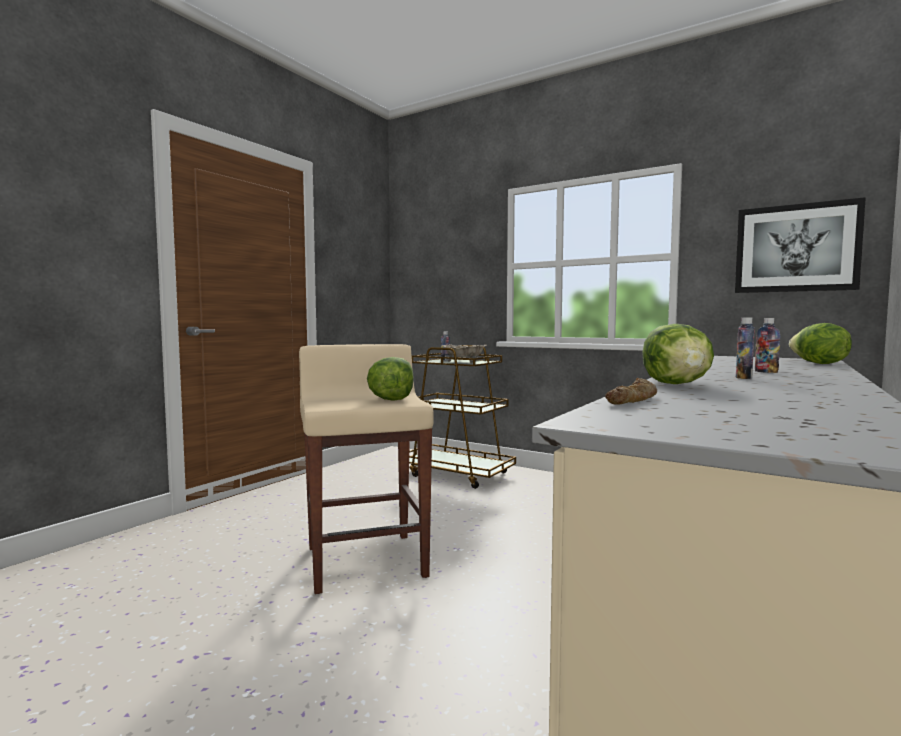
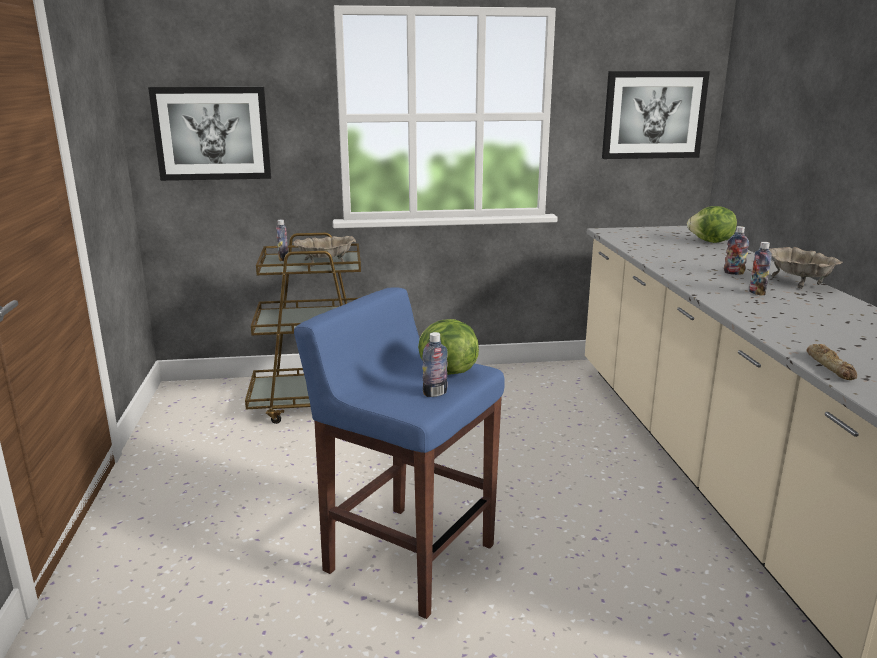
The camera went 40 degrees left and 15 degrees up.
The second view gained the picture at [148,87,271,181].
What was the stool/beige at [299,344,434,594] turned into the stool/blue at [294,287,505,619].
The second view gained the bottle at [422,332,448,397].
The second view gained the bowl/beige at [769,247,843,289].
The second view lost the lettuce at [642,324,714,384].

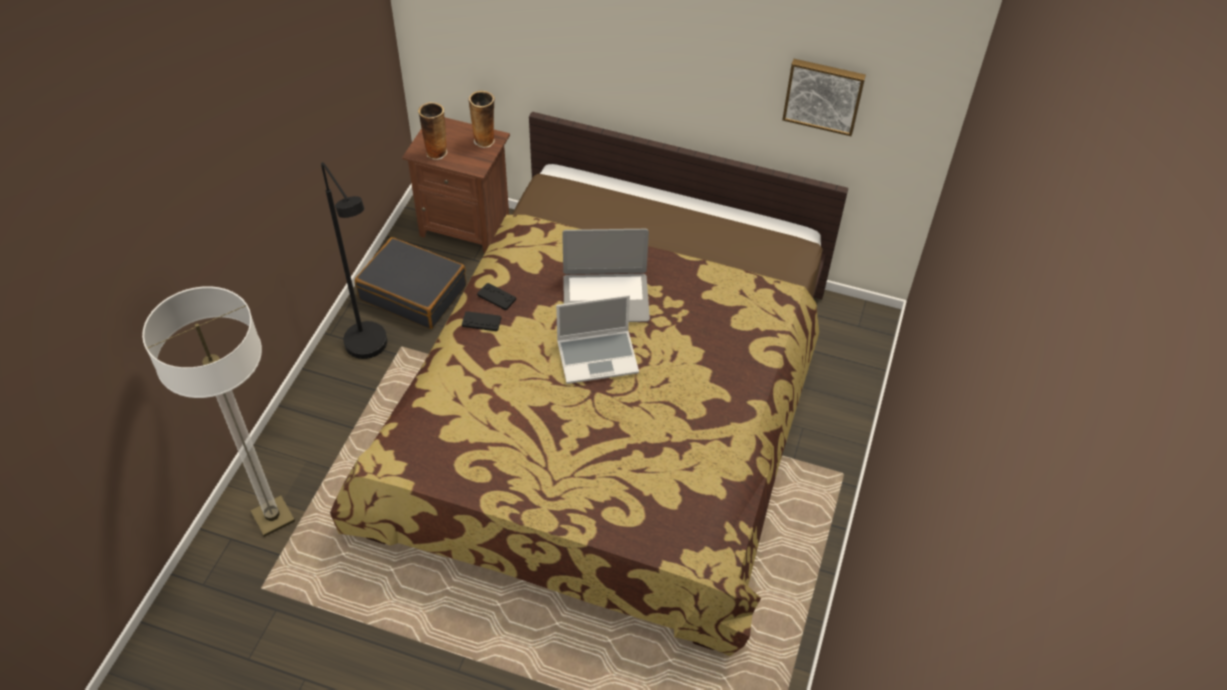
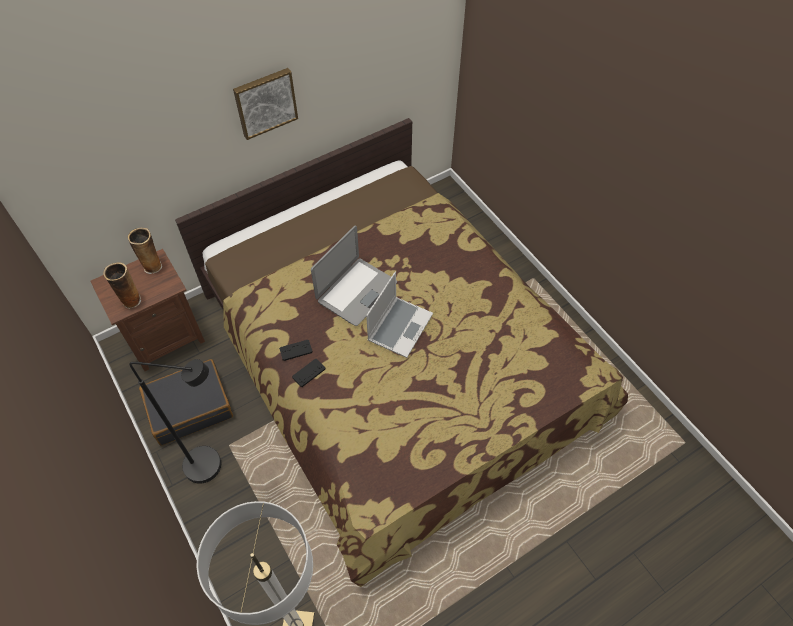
The camera went 50 degrees left and 5 degrees up.
The picture ended up elsewhere, having gone from [782,59,866,136] to [233,68,298,140].

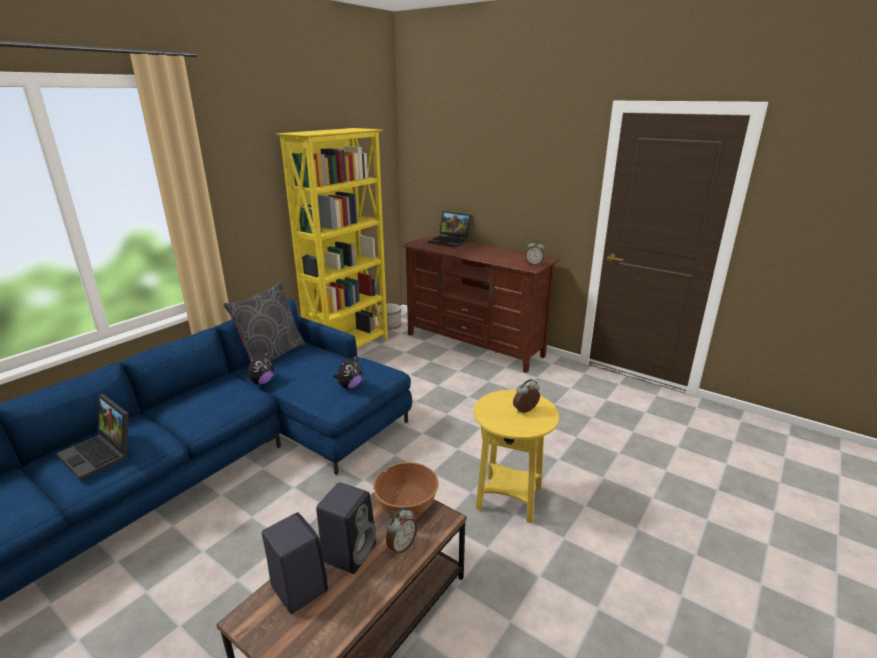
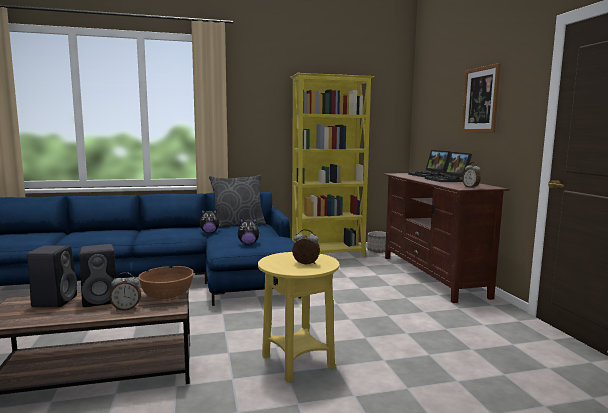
The camera went 40 degrees right and 15 degrees down.
The laptop ended up elsewhere, having gone from [56,394,129,481] to [425,152,472,182].
The second view gained the picture at [461,63,501,132].

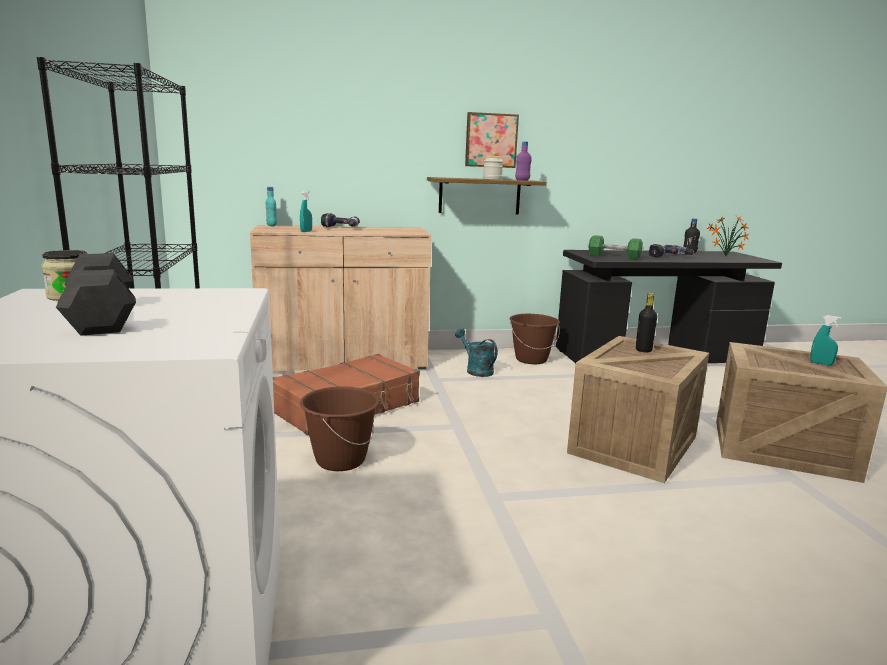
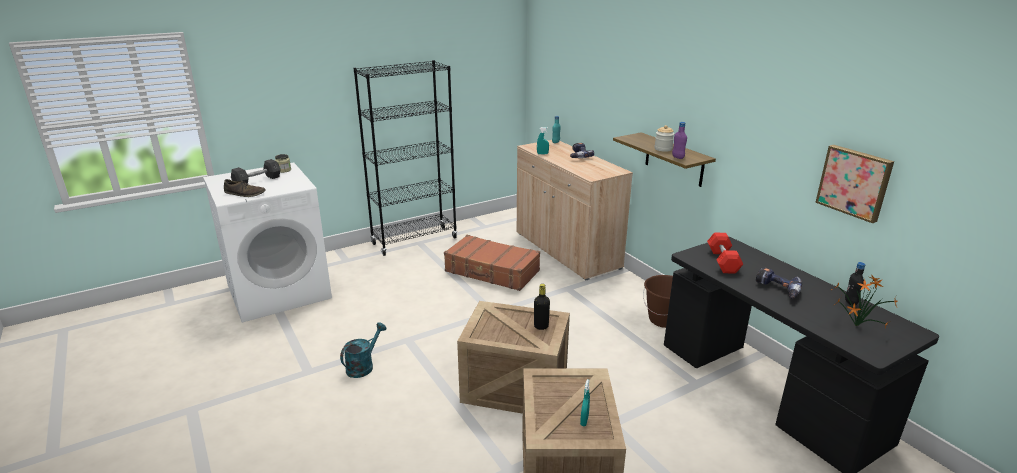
The camera went 70 degrees right and 10 degrees up.
The second view gained the shoe/brown at [224,179,266,197].
The watering can/turquoise ended up elsewhere, having gone from [455,329,498,377] to [340,322,387,378].
What was the dumbbell/green at [589,235,643,260] turned into the dumbbell/red at [707,232,743,274].
The picture ended up elsewhere, having gone from [465,112,519,168] to [815,145,894,223].
The second view lost the bucket/brown at [300,386,379,471].

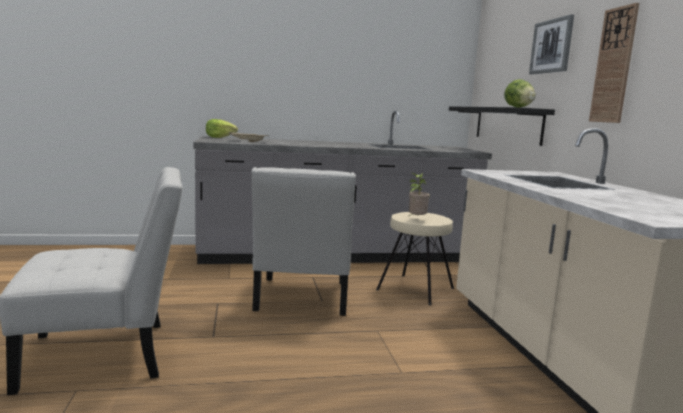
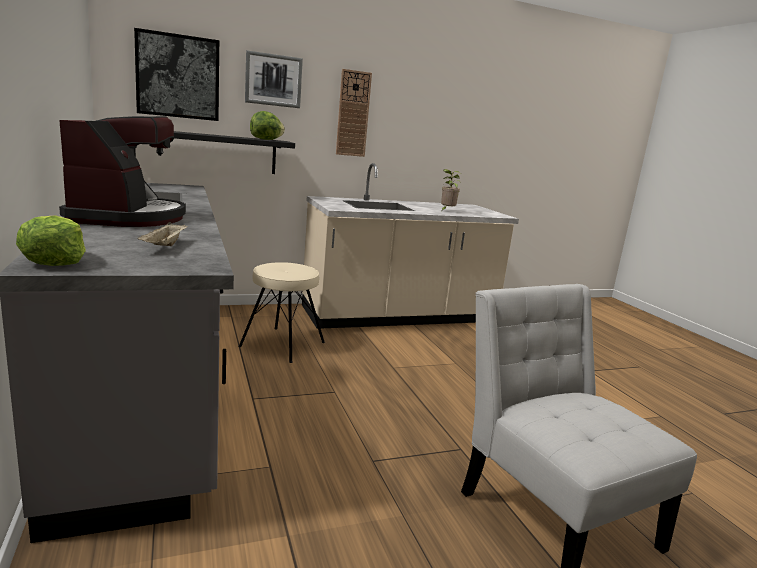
The camera went 100 degrees left and 5 degrees up.
The second view gained the coffee machine at [59,116,186,227].
The second view gained the picture at [134,28,219,121].
The potted plant ended up elsewhere, having gone from [408,173,430,217] to [441,169,461,210].
The second view lost the chair/white at [251,167,356,316].

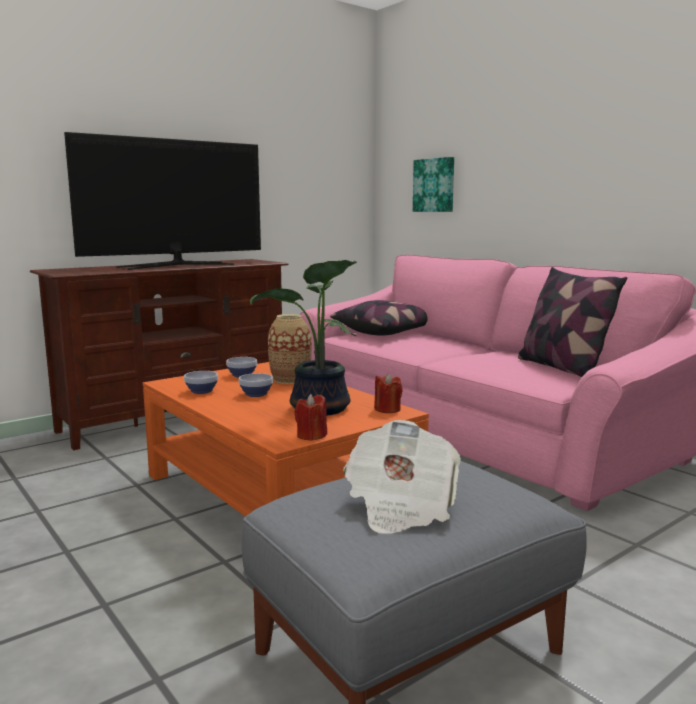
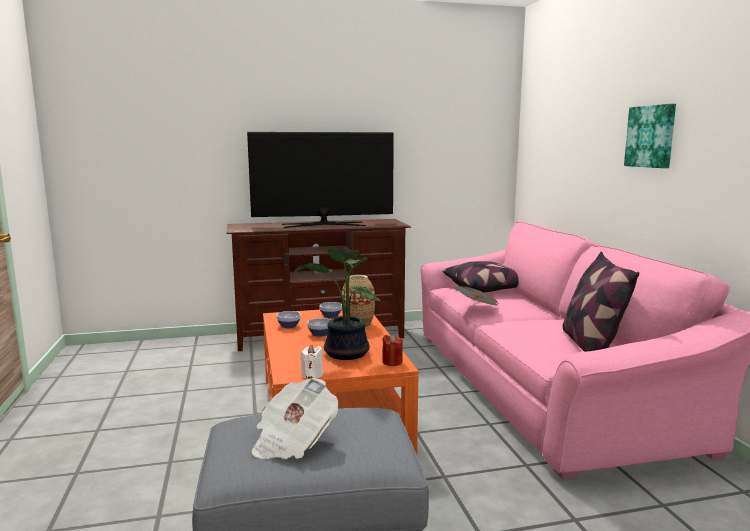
The camera went 25 degrees right and 0 degrees up.
What was the candle/red at [294,394,327,441] turned into the candle/white at [301,345,323,379].
The second view gained the newspaper at [452,286,499,305].
The picture ended up elsewhere, having gone from [413,157,454,212] to [624,104,676,168].

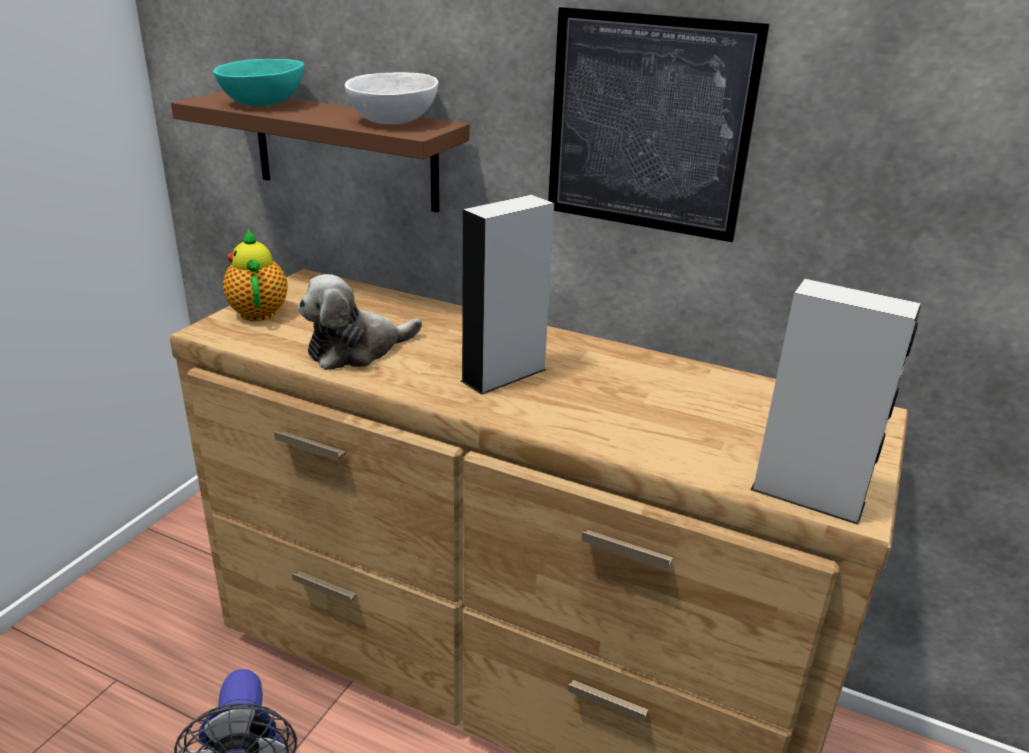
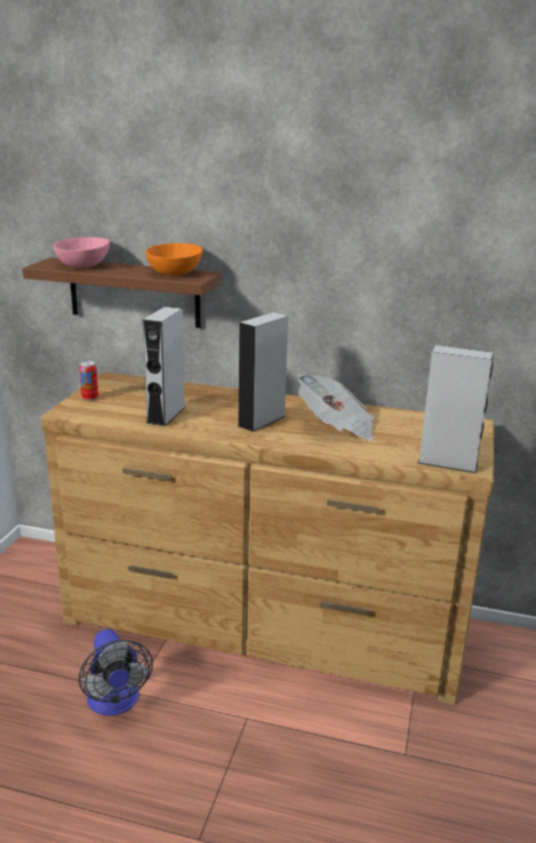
The camera went 10 degrees left and 5 degrees down.
What was the bowl/turquoise at [213,59,304,106] turned into the bowl/pink at [53,237,110,268].
Where the teapot stood at [223,228,288,321], the can came to stand at [79,361,98,401].
Where the plush toy stood at [298,274,422,370], the speaker/grey came to stand at [143,307,185,426].
What was the bowl/white at [345,72,438,124] turned into the bowl/orange at [146,243,203,275].
The second view gained the newspaper at [297,373,375,441].
The second view lost the picture at [548,7,770,242].

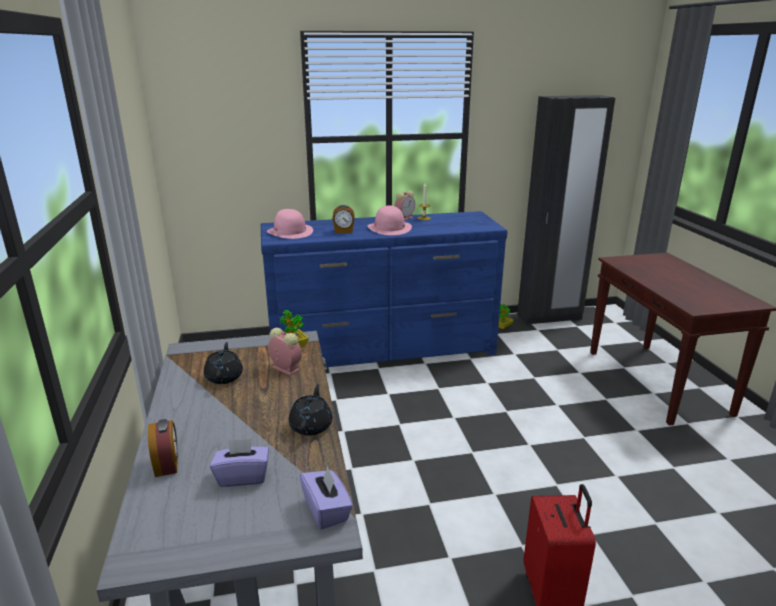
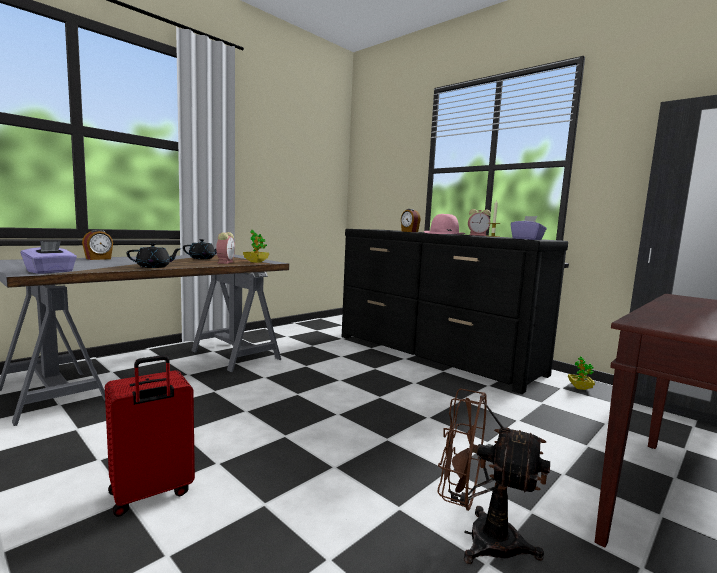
The camera went 55 degrees right and 15 degrees down.
What was the dresser/blue at [261,211,508,367] turned into the dresser/black at [342,229,568,394].
The second view gained the fan/brown at [438,388,550,564].
The tissue box/purple ended up elsewhere, having gone from [210,438,269,487] to [511,216,547,240].
The second view lost the hat/pink at [267,209,313,239].

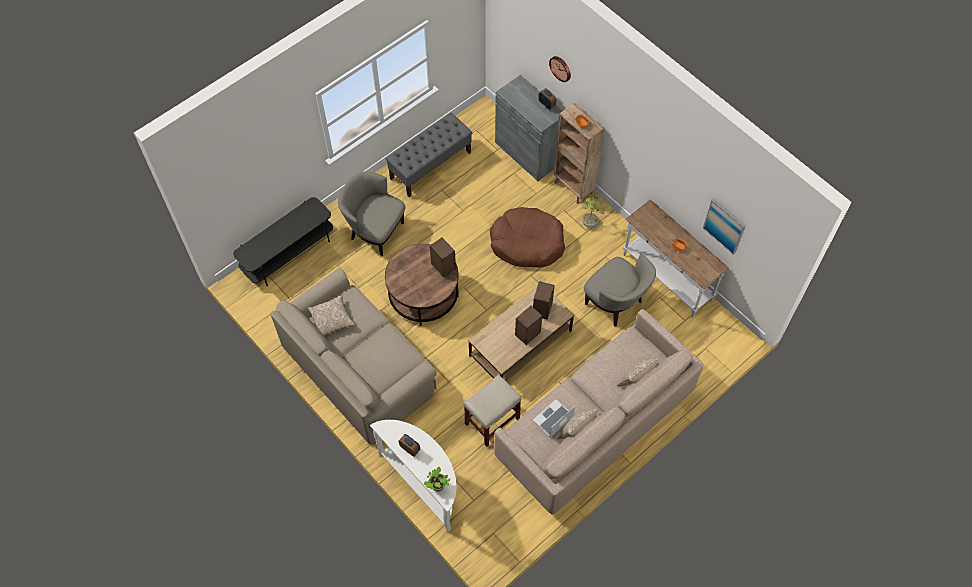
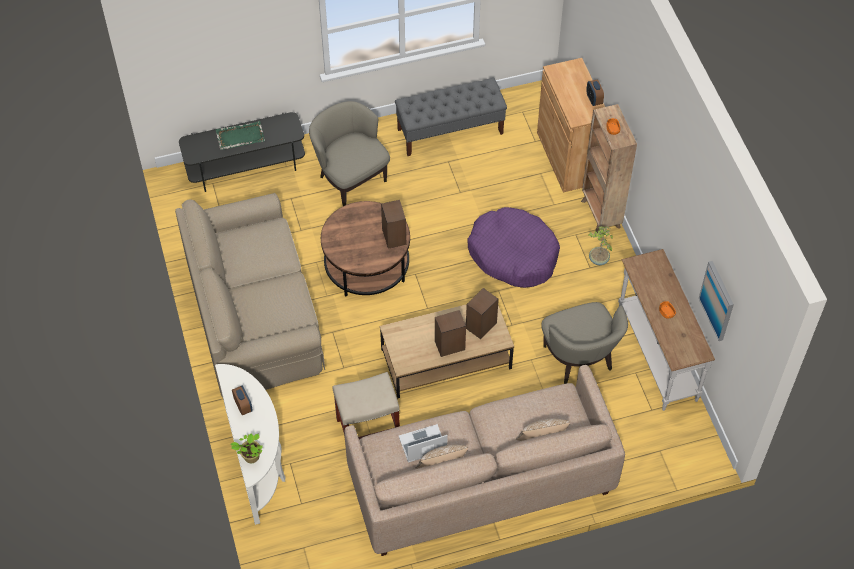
The camera went 25 degrees right and 5 degrees down.
The second view gained the tray/green at [216,121,265,150].
What was the dog bed/brown at [490,207,565,268] turned into the dog bed/purple at [468,207,560,288].
What was the cabinet/grey at [495,75,562,181] turned into the cabinet/brown at [537,58,605,192].
The second view lost the pillow at [307,295,355,336].
The second view lost the wall clock at [549,56,571,82].

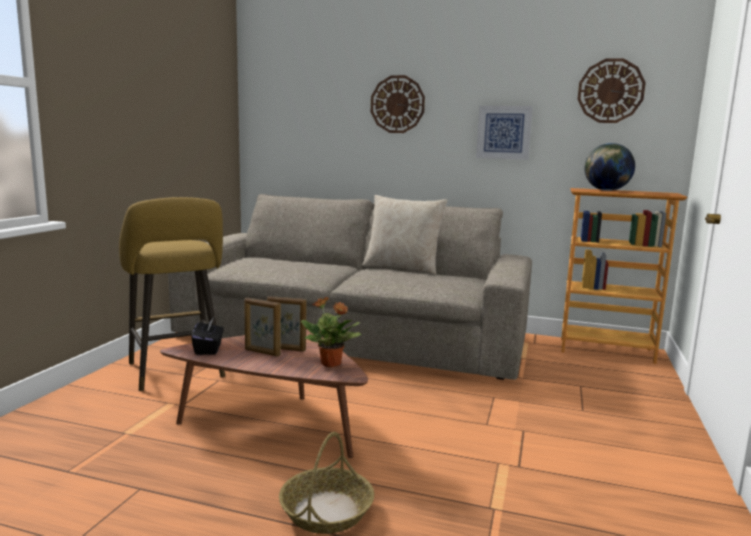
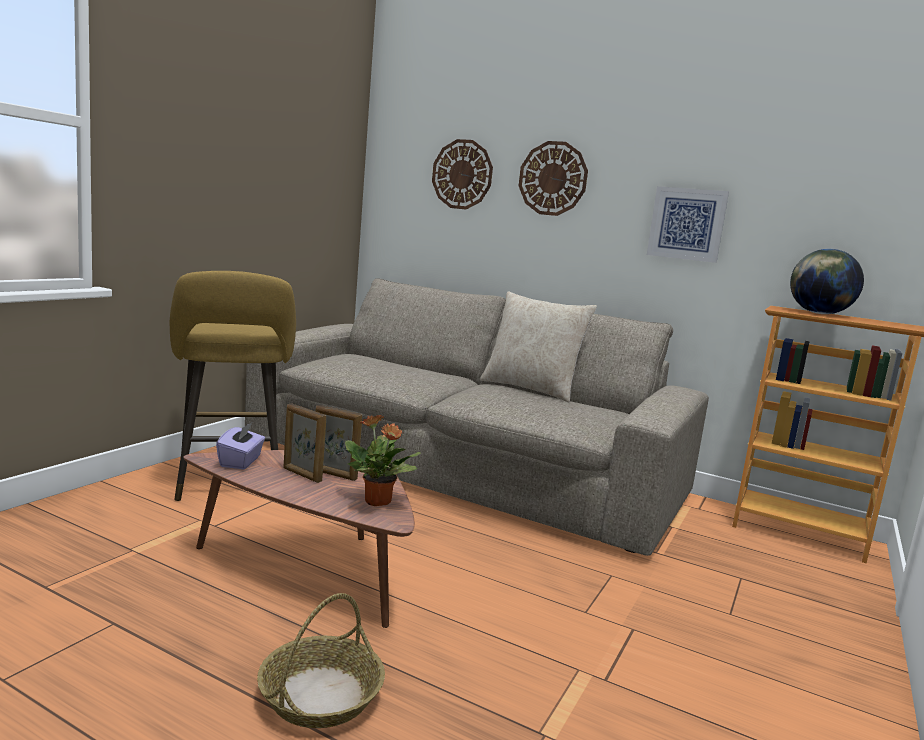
The camera went 10 degrees right and 0 degrees up.
What was the tissue box/black at [191,317,224,355] turned into the tissue box/purple at [216,422,265,469].
The wall clock ended up elsewhere, having gone from [578,58,646,123] to [432,139,493,210].

